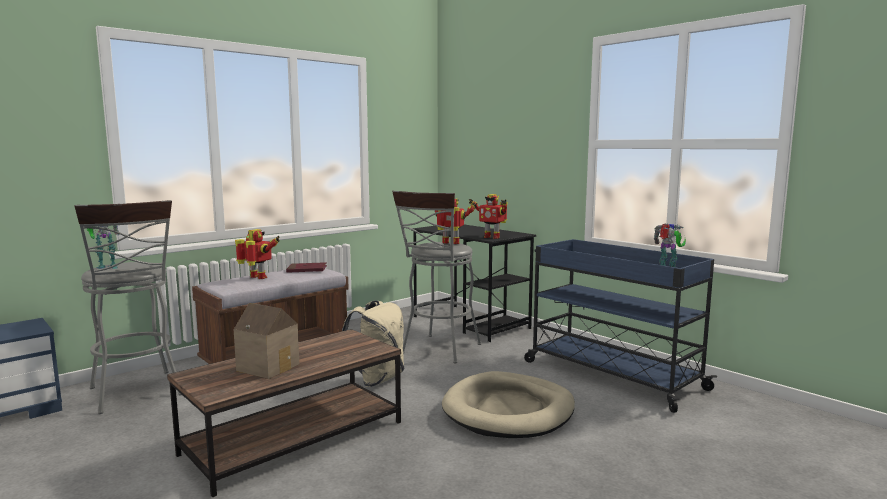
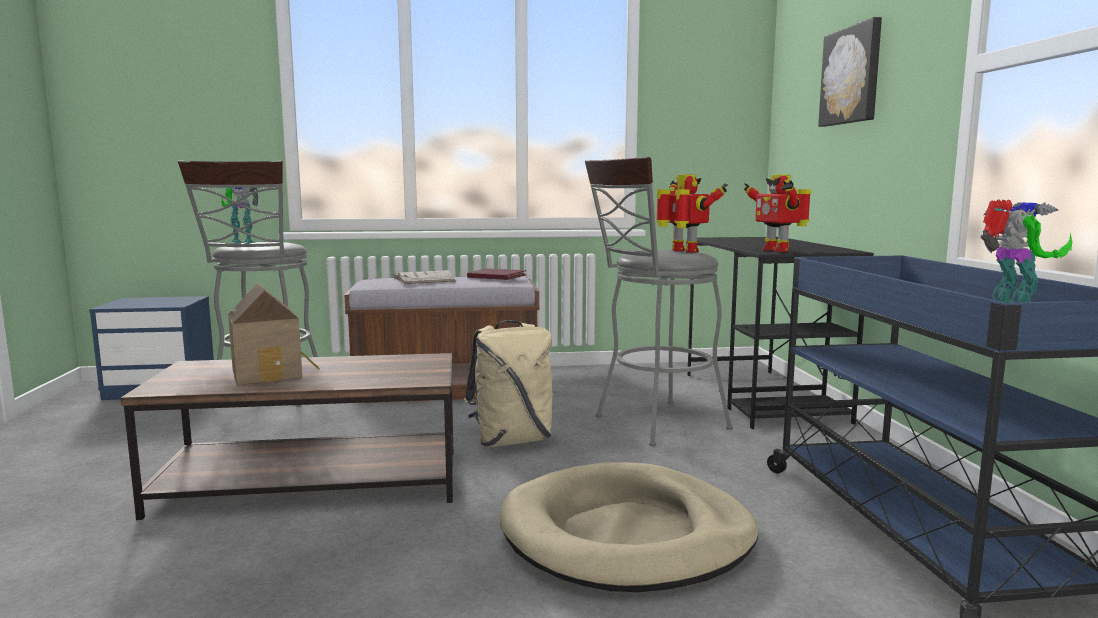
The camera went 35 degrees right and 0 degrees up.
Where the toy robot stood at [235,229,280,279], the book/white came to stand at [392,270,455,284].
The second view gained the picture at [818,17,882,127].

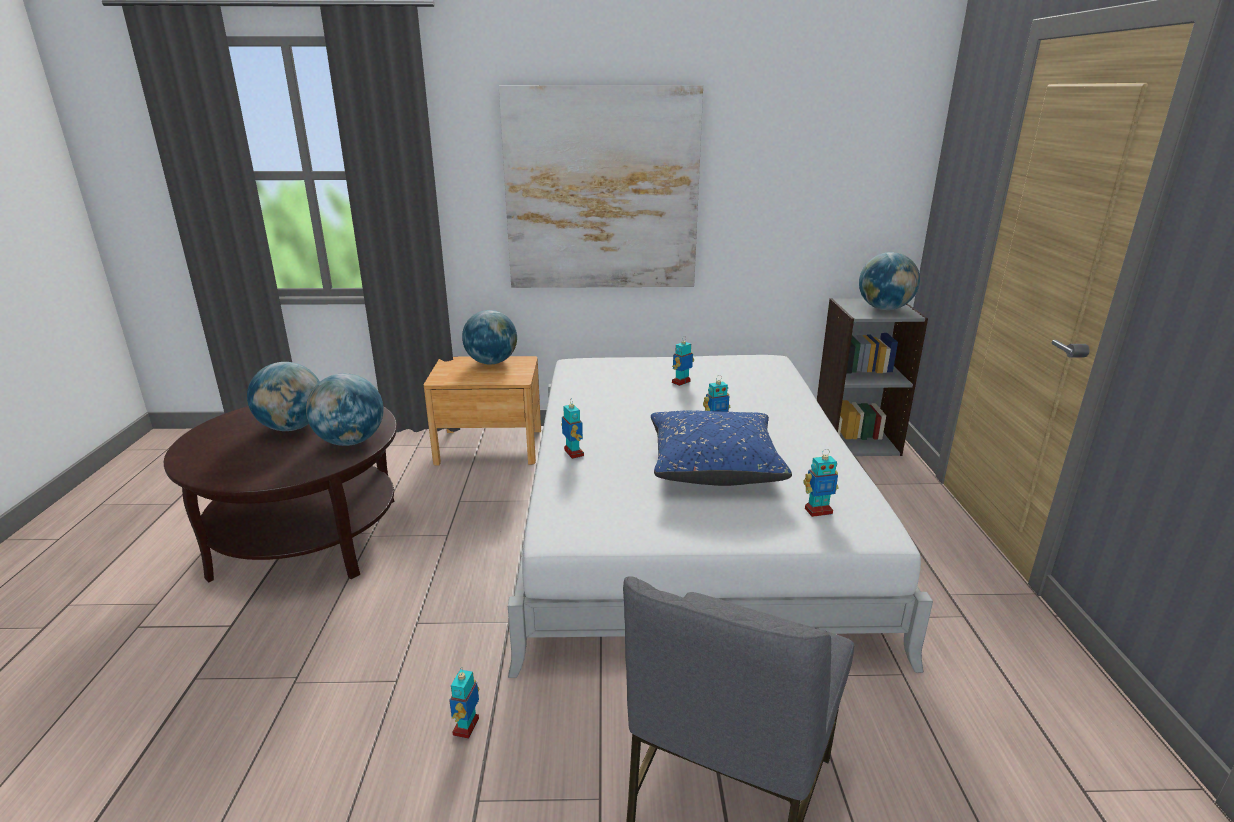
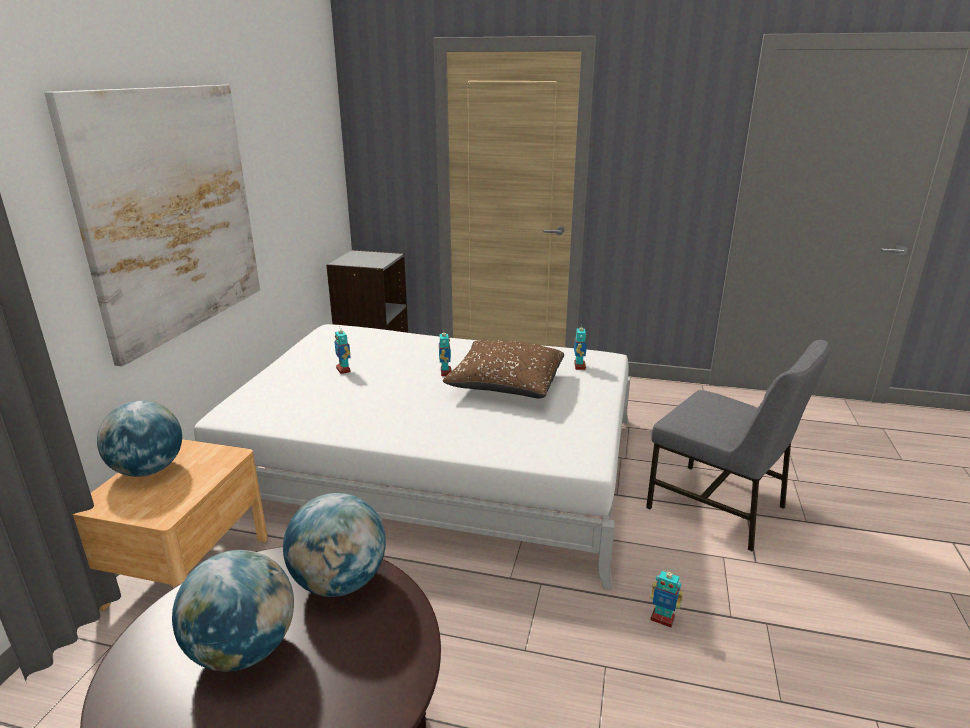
The camera went 75 degrees left and 0 degrees up.
What was the pillow/blue at [651,411,792,486] turned into the pillow/brown at [443,340,564,399].
The second view lost the toy robot at [561,398,584,459].
The second view lost the globe at [859,252,920,310].

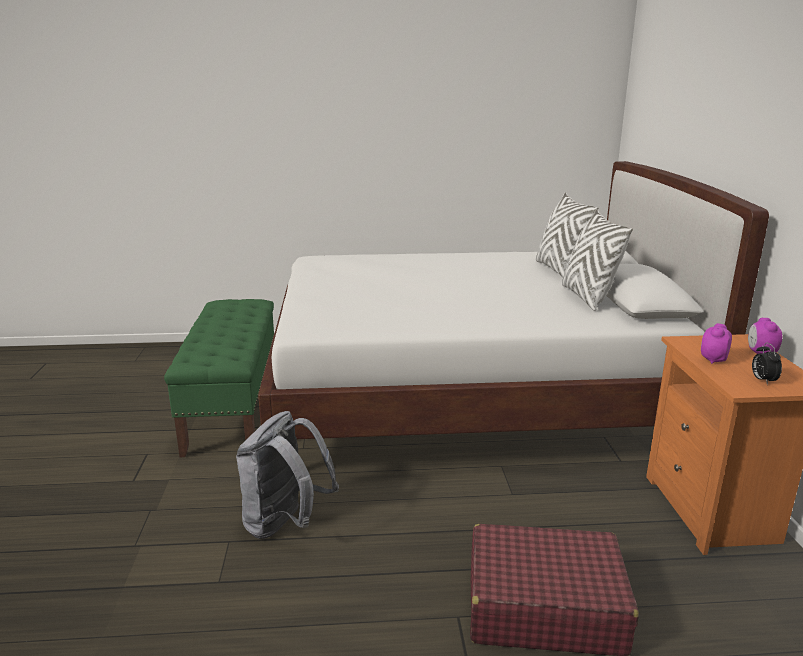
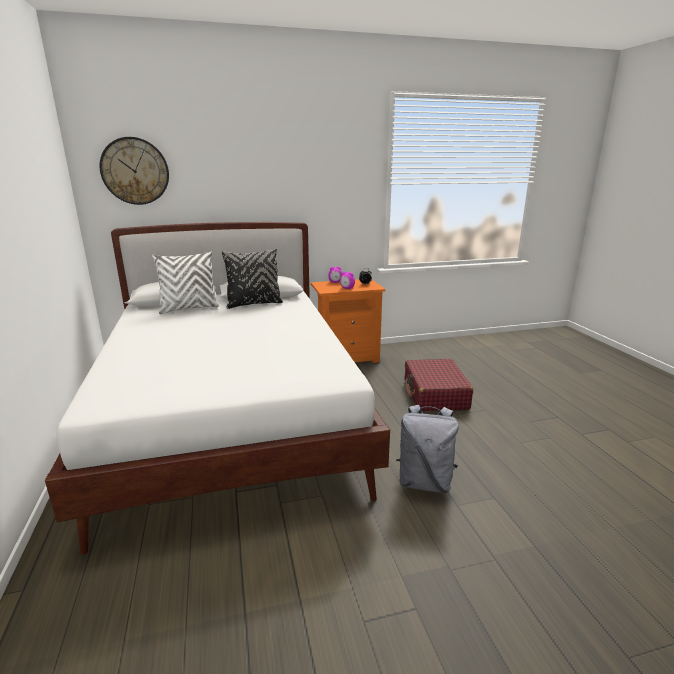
The camera went 100 degrees left and 0 degrees up.
The second view gained the wall clock at [99,137,169,205].
What was the pillow/white at [562,209,633,311] turned into the pillow/black at [222,249,283,309].
The second view lost the bench/green at [164,299,274,457].

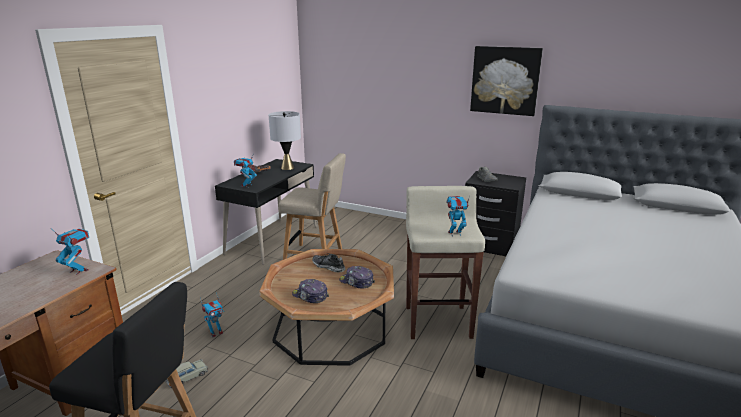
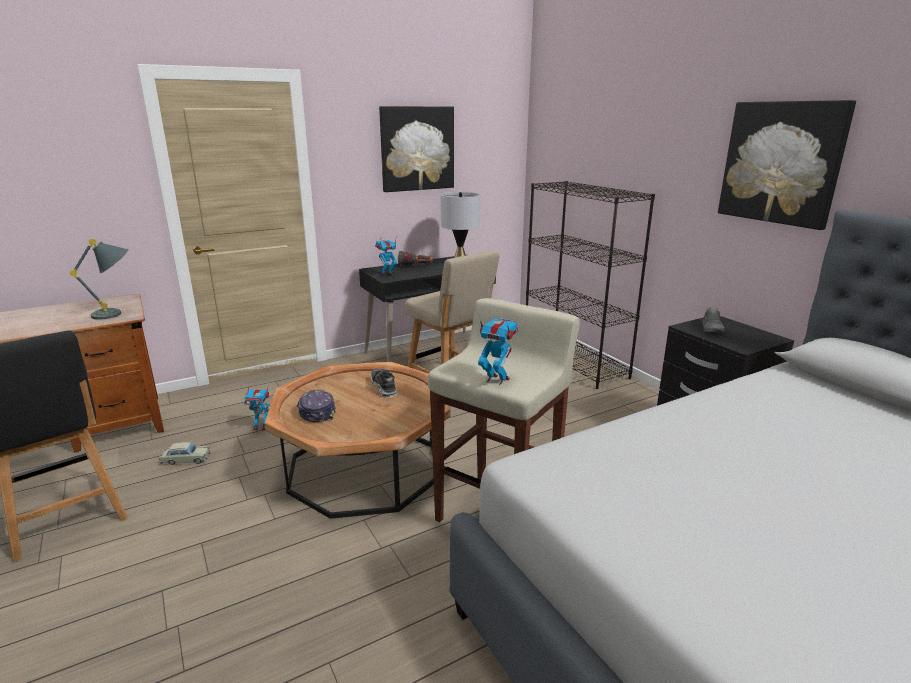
The camera went 35 degrees right and 0 degrees up.
Where the toy robot stood at [54,229,89,275], the table lamp/grey came to stand at [70,238,128,320].
The second view gained the picture at [379,106,454,192].
The second view gained the bookcase/black at [526,181,655,389].
The second view lost the cap at [339,266,375,288].

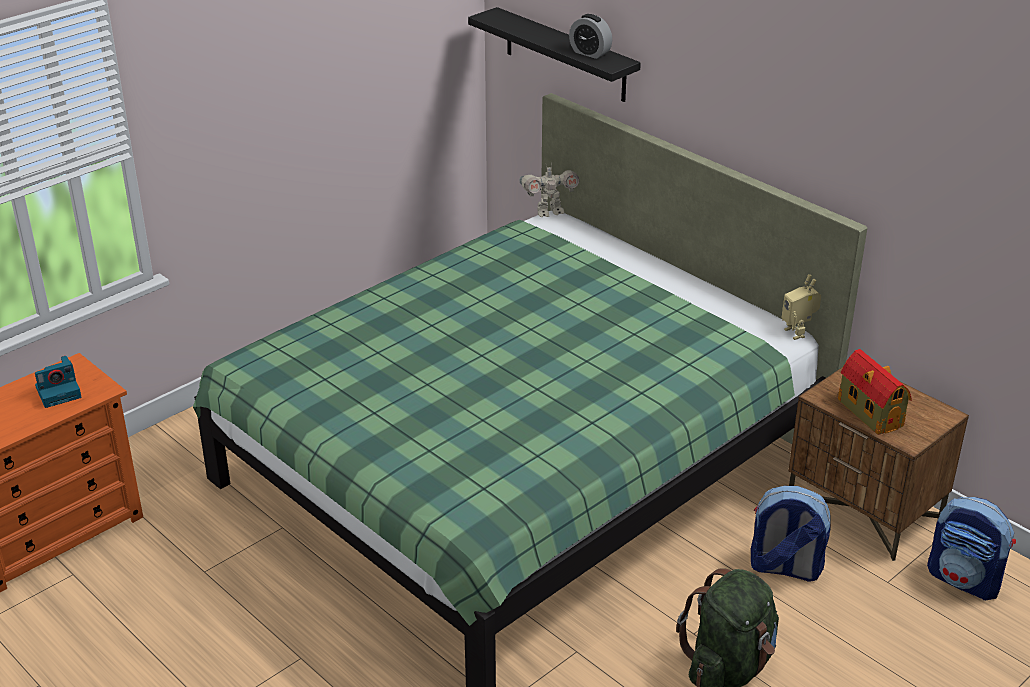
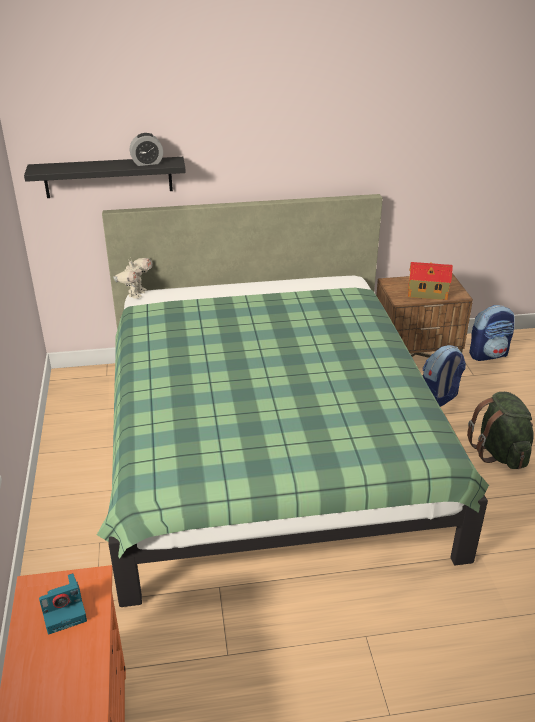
The camera went 55 degrees left and 0 degrees up.
The photo camera at [35,356,81,408] ended up facing another way, 60 degrees clockwise from before.
The second view lost the toy robot at [782,274,821,340].

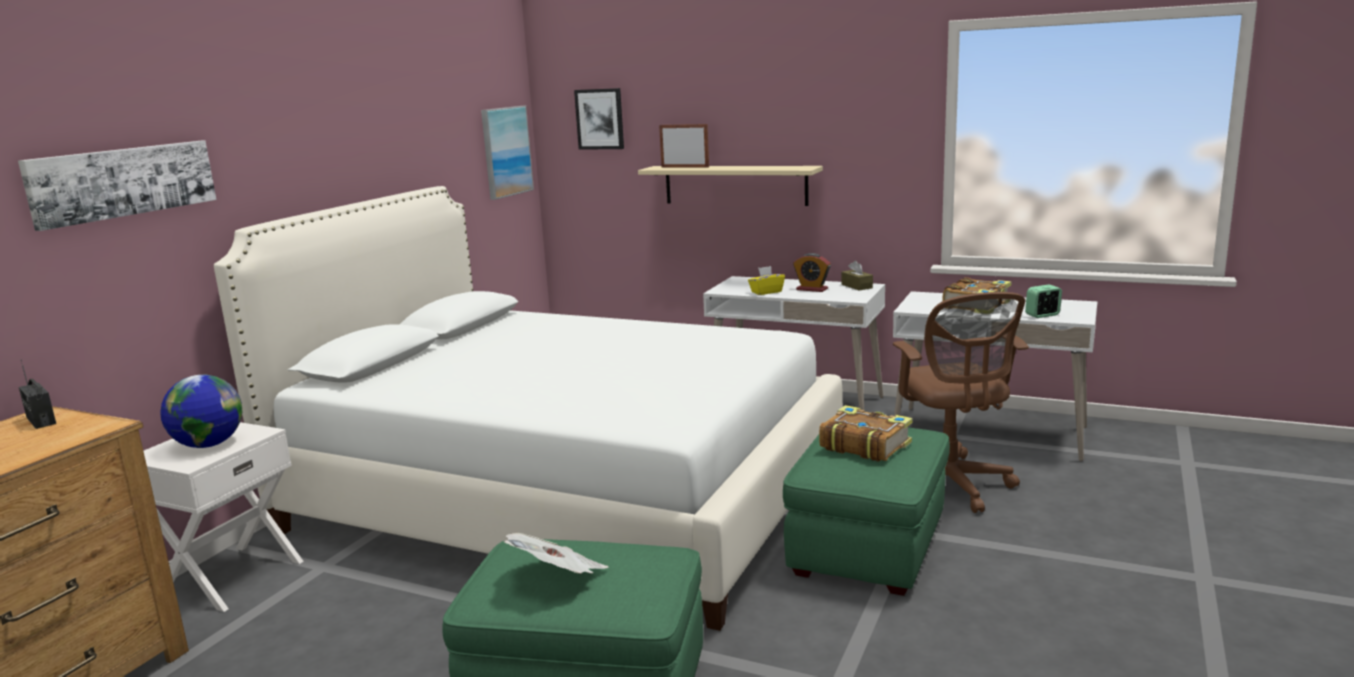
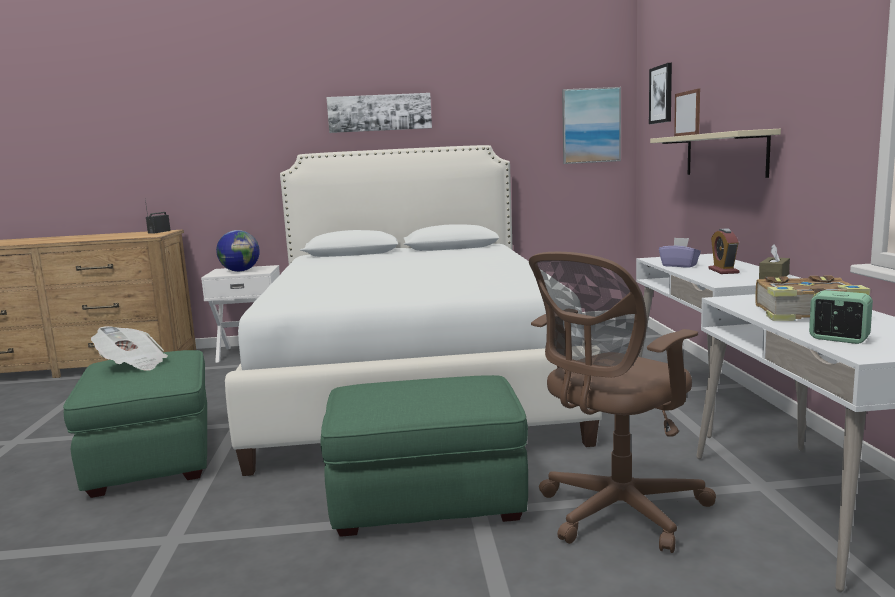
The camera went 60 degrees right and 5 degrees down.
The picture ended up elsewhere, having gone from [18,141,217,231] to [326,93,432,133].
What was the tissue box/yellow at [748,266,785,295] turned into the tissue box/purple at [659,238,701,268].
The second view lost the book at [819,405,912,462].

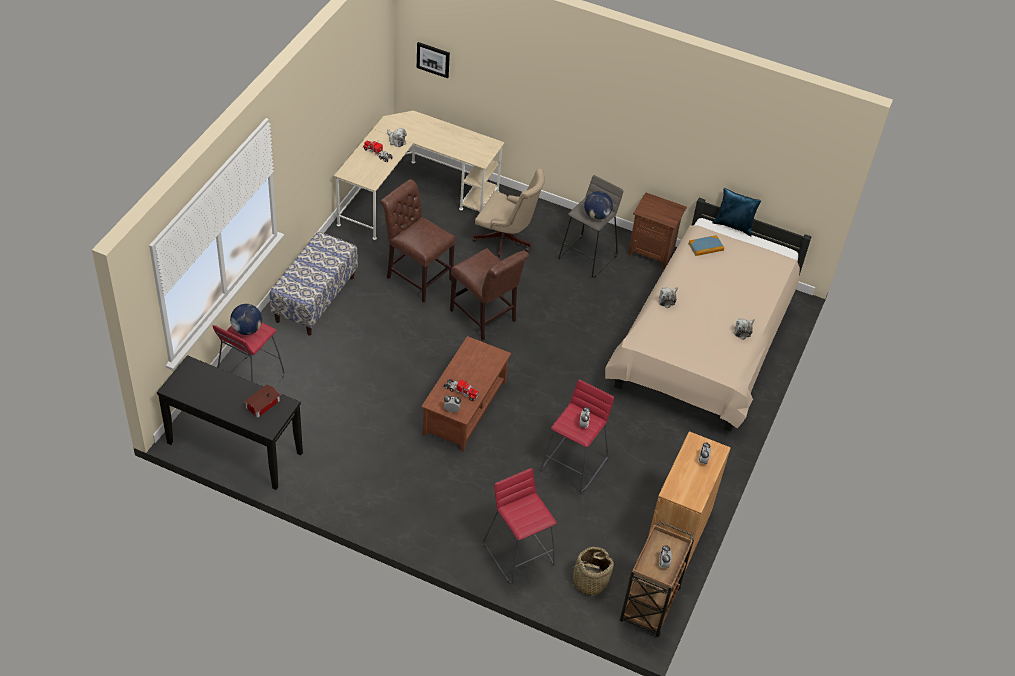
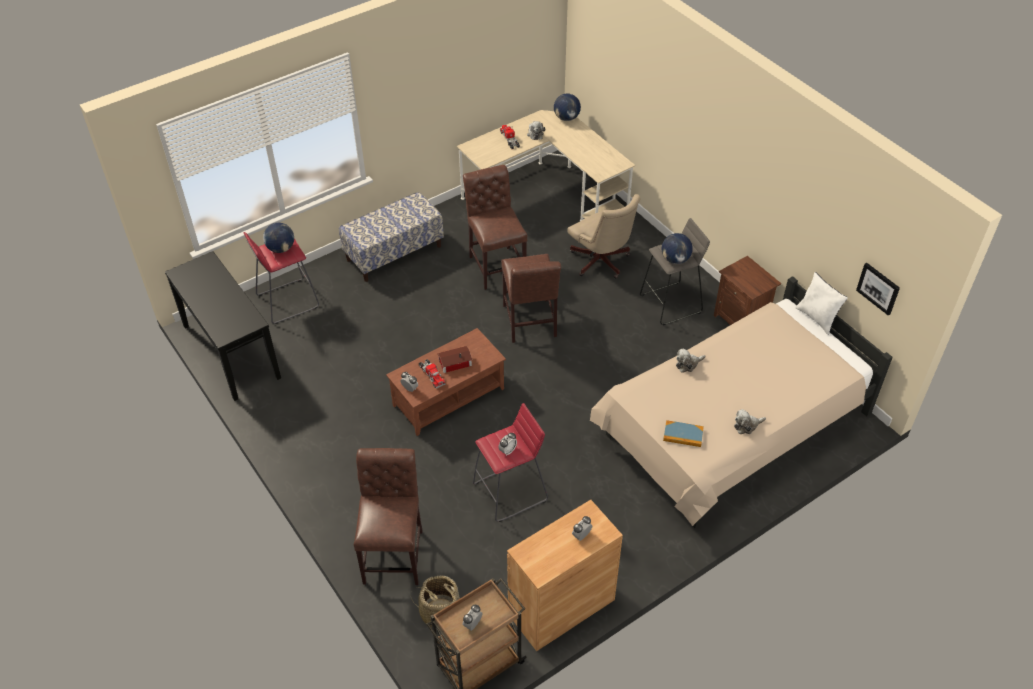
The camera went 35 degrees right and 0 degrees up.
Where the stool/red stood at [483,468,557,584], the chair/brown came to stand at [354,448,423,585].
The toy house ended up elsewhere, having gone from [244,384,280,418] to [437,346,472,373].
The second view gained the globe at [554,93,581,121].
The book ended up elsewhere, having gone from [688,235,724,256] to [663,420,704,447].
What was the pillow/blue at [713,188,761,237] turned into the pillow/white at [795,272,848,335].
The picture ended up elsewhere, having gone from [417,42,450,78] to [856,263,900,316].

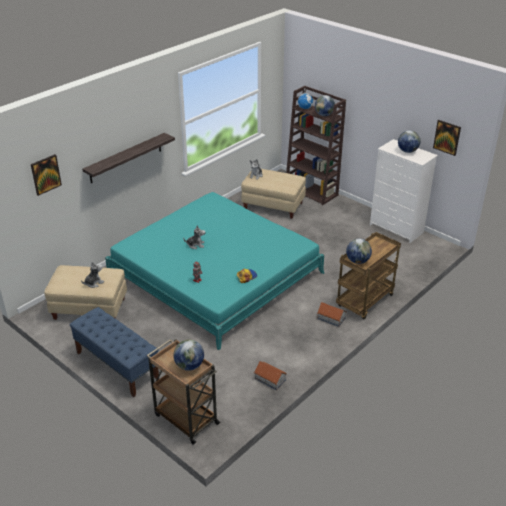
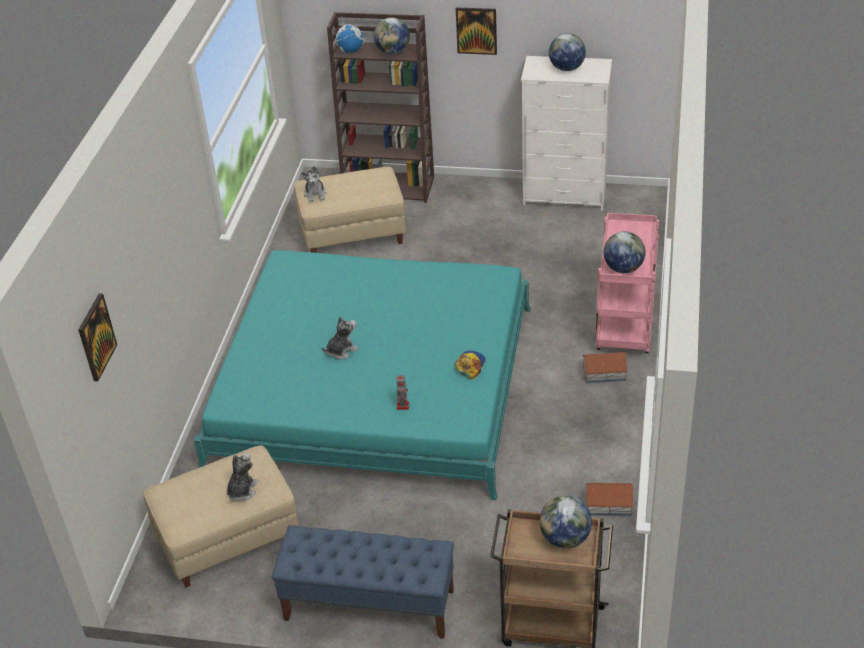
The camera went 30 degrees left and 5 degrees up.
The picture ended up elsewhere, having gone from [433,120,461,156] to [456,7,497,55].
What was the cart/brown at [336,232,401,319] turned into the cart/pink at [595,213,659,353].
The second view lost the shelf at [82,133,175,183].

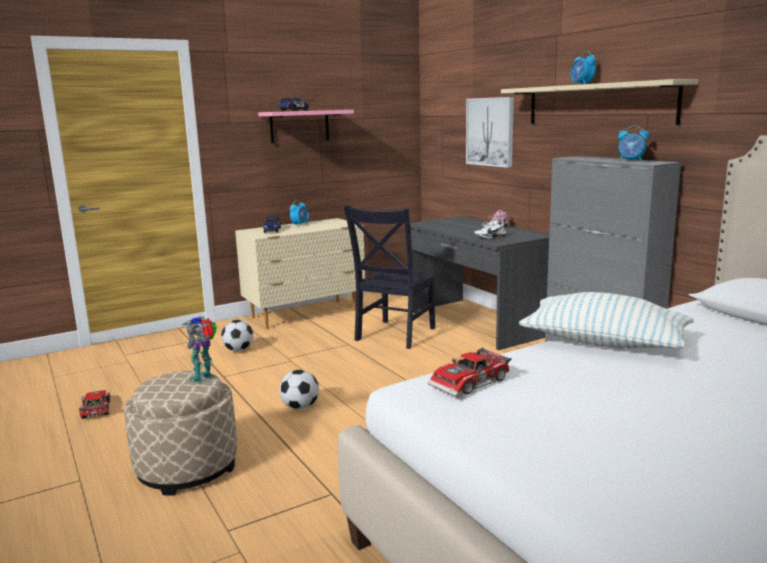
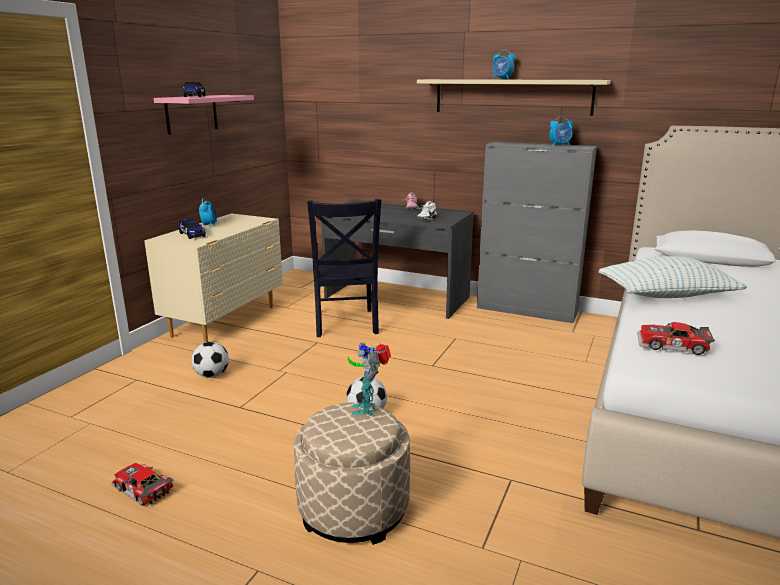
The camera went 35 degrees left and 5 degrees up.
The toy car at [428,348,512,397] ended up facing another way, 90 degrees clockwise from before.
The second view lost the picture at [466,97,514,168].

